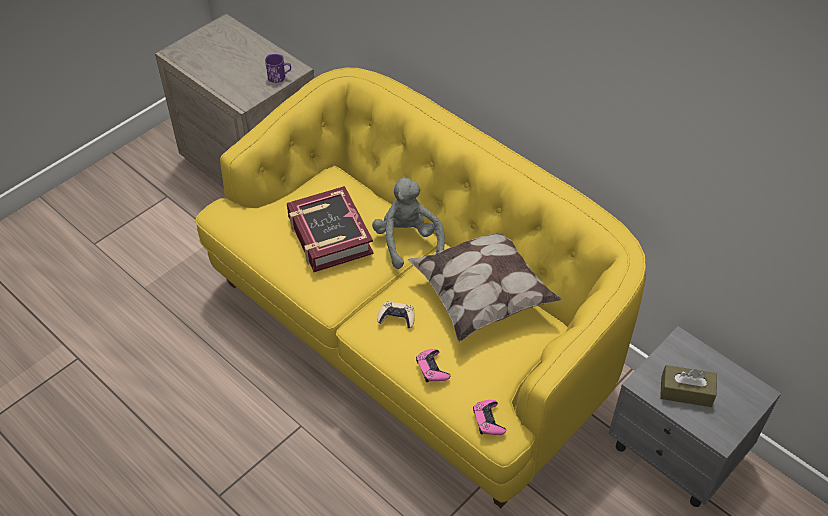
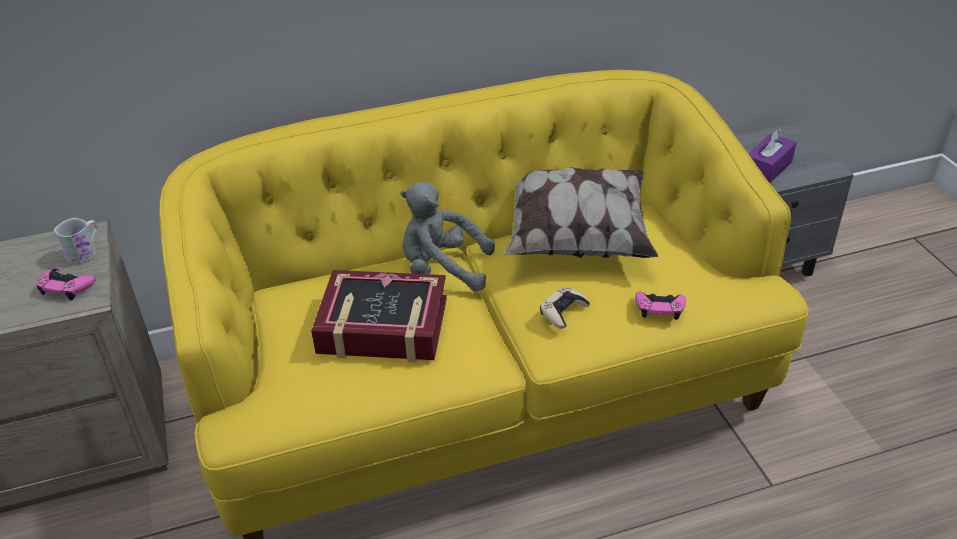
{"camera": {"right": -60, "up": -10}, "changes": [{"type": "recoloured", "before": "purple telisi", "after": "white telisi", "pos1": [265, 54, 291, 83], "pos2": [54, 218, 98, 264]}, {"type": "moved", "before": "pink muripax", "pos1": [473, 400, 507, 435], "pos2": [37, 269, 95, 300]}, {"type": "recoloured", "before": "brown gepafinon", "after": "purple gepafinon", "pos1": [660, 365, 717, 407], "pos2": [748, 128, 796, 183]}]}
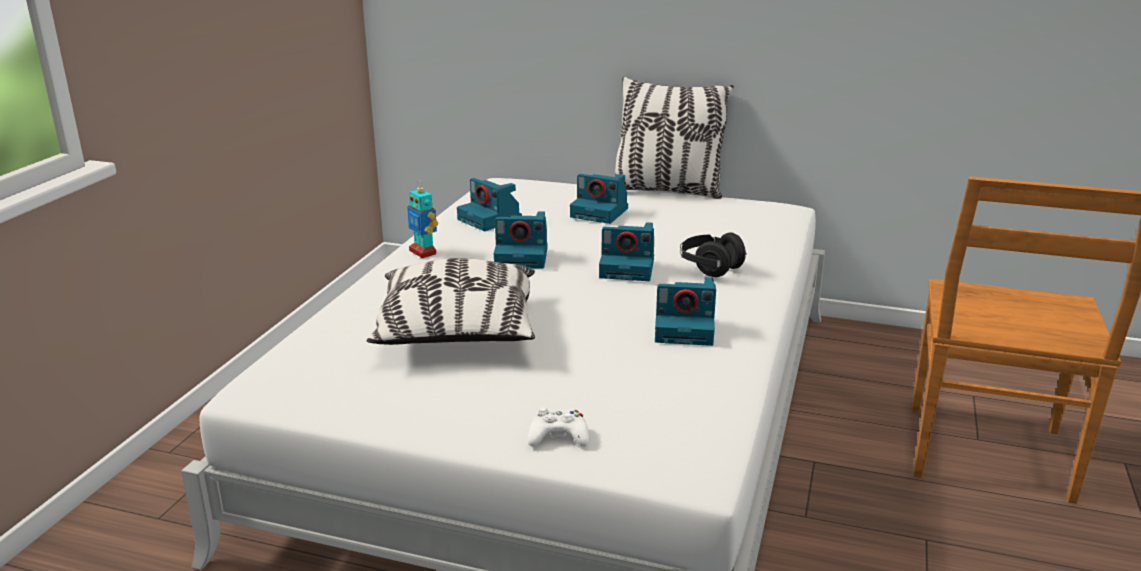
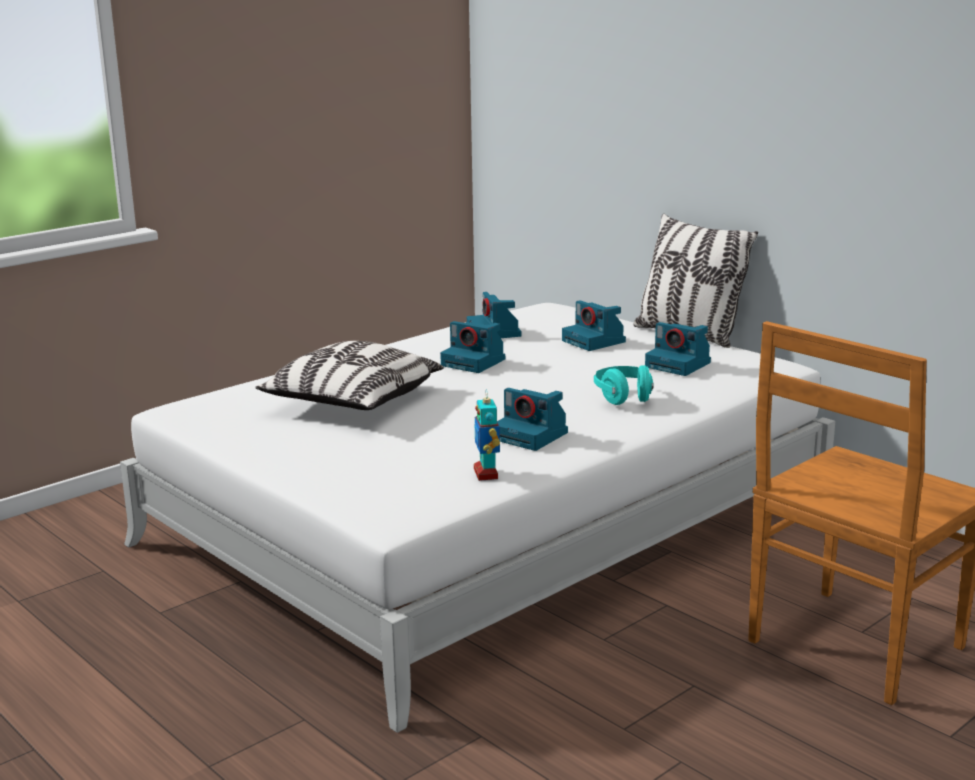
{"camera": {"right": 30, "up": -5}, "changes": [{"type": "moved", "before": "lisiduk", "pos1": [407, 181, 438, 258], "pos2": [474, 389, 500, 481]}, {"type": "removed", "before": "white muripax", "pos1": [528, 407, 589, 446]}, {"type": "moved", "before": "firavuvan", "pos1": [599, 222, 654, 281], "pos2": [645, 322, 711, 376]}, {"type": "recoloured", "before": "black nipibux", "after": "turquoise nipibux", "pos1": [680, 232, 747, 277], "pos2": [594, 365, 653, 405]}]}
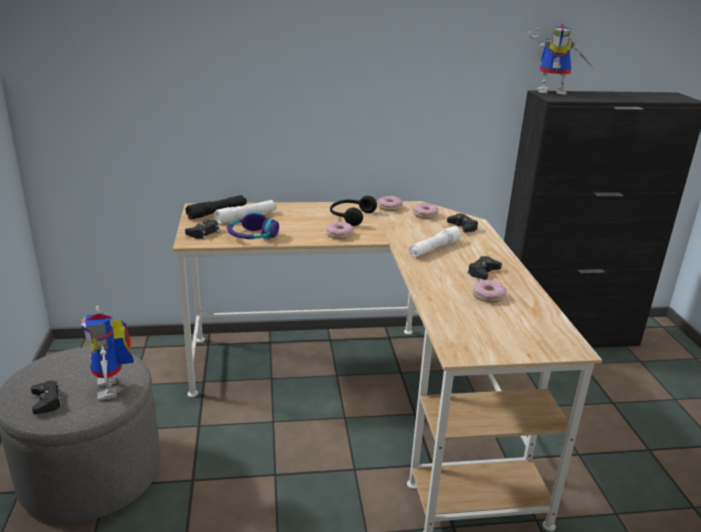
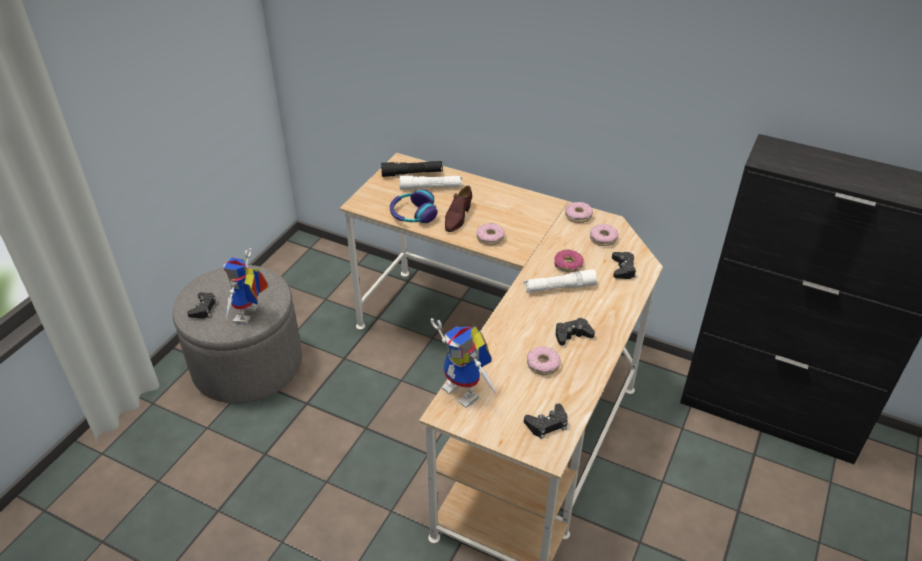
{"camera": {"right": 35, "up": 15}, "changes": [{"type": "moved", "before": "black muripax", "pos1": [185, 220, 219, 239], "pos2": [524, 404, 568, 439]}, {"type": "removed", "before": "black nipibux", "pos1": [330, 196, 377, 226]}, {"type": "moved", "before": "lisiduk", "pos1": [529, 23, 593, 95], "pos2": [431, 318, 496, 408]}, {"type": "added", "after": "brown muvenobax", "pos2": [445, 185, 472, 232]}, {"type": "added", "after": "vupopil", "pos2": [554, 249, 584, 272]}]}
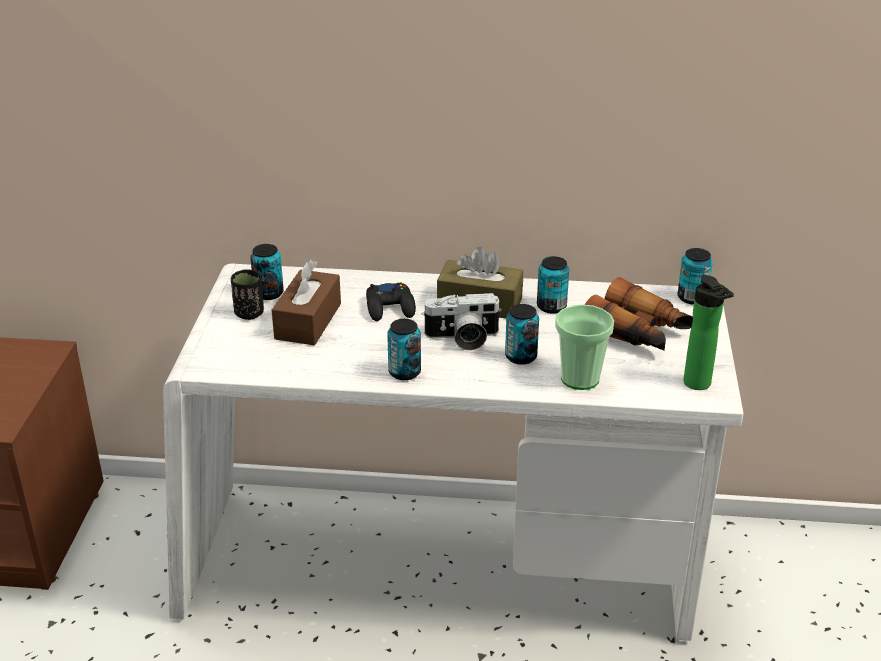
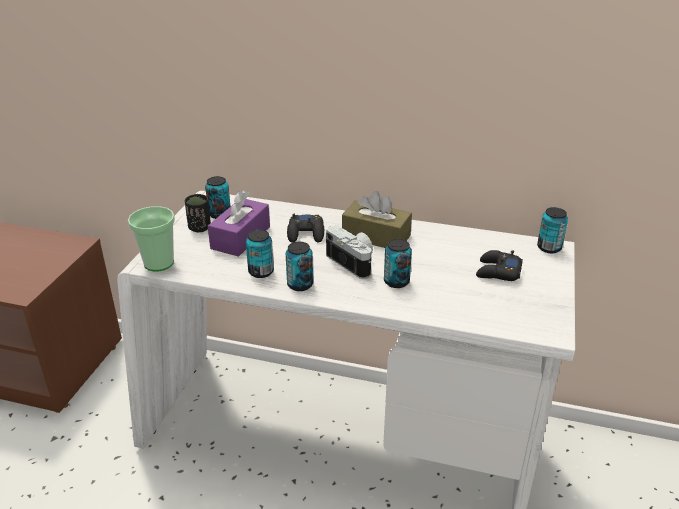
{"camera": {"right": 10, "up": 0}, "changes": [{"type": "recoloured", "before": "brown gepafinon", "after": "purple gepafinon", "pos1": [272, 260, 341, 345], "pos2": [208, 190, 270, 257]}, {"type": "turned", "before": "firavuvan", "pos1": [422, 293, 502, 350], "pos2": [326, 225, 373, 279], "turn": -135}, {"type": "moved", "before": "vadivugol", "pos1": [537, 256, 569, 314], "pos2": [246, 230, 274, 278]}, {"type": "moved", "before": "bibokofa", "pos1": [555, 305, 614, 390], "pos2": [128, 206, 175, 271]}, {"type": "replaced", "before": "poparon", "after": "black muripax", "pos1": [585, 277, 693, 351], "pos2": [476, 250, 523, 281]}, {"type": "removed", "before": "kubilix", "pos1": [683, 275, 734, 390]}]}
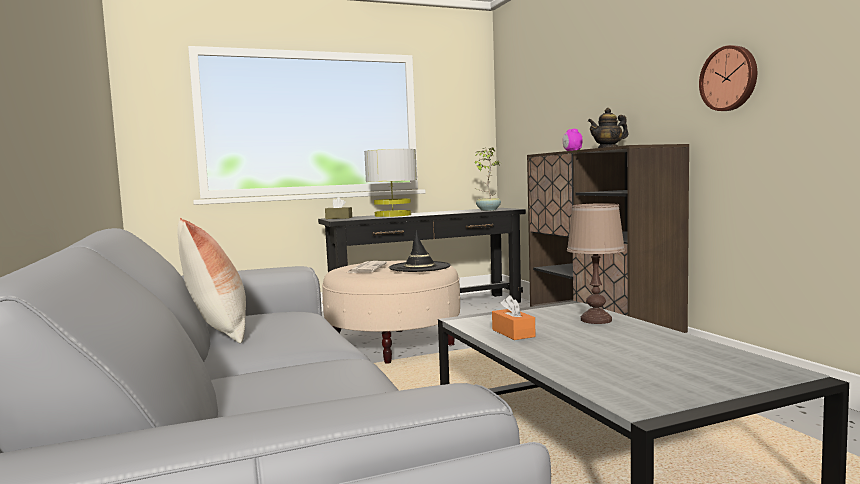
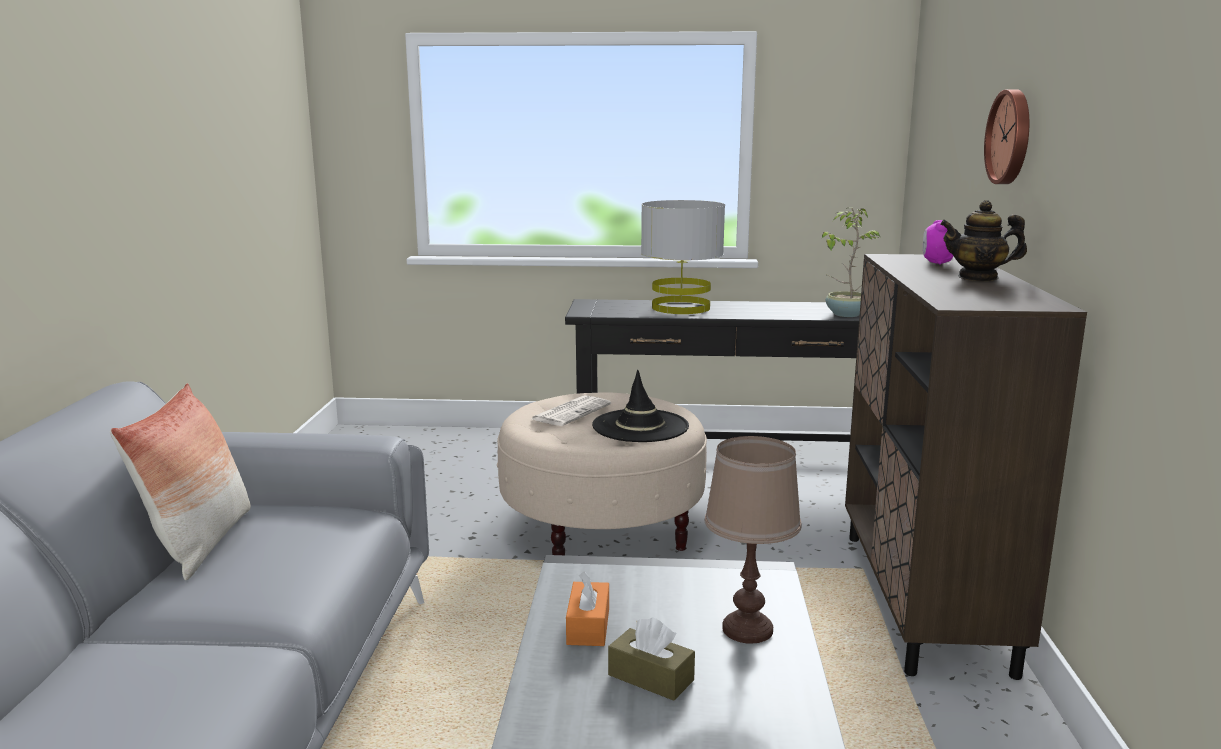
{"camera": {"right": 25, "up": 10}, "changes": [{"type": "moved", "before": "brown gepafinon", "pos1": [325, 198, 352, 219], "pos2": [608, 617, 695, 701]}, {"type": "moved", "before": "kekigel", "pos1": [699, 45, 757, 111], "pos2": [984, 89, 1029, 184]}]}
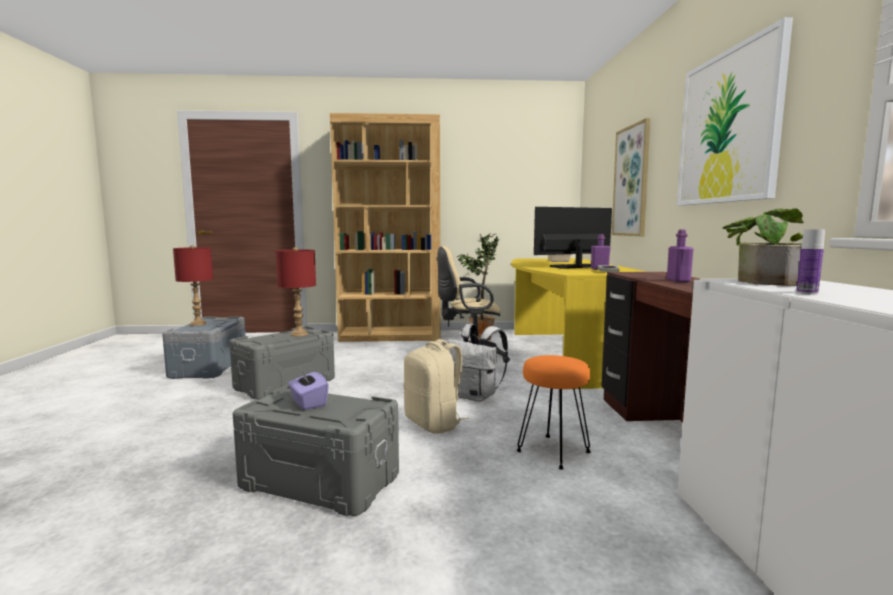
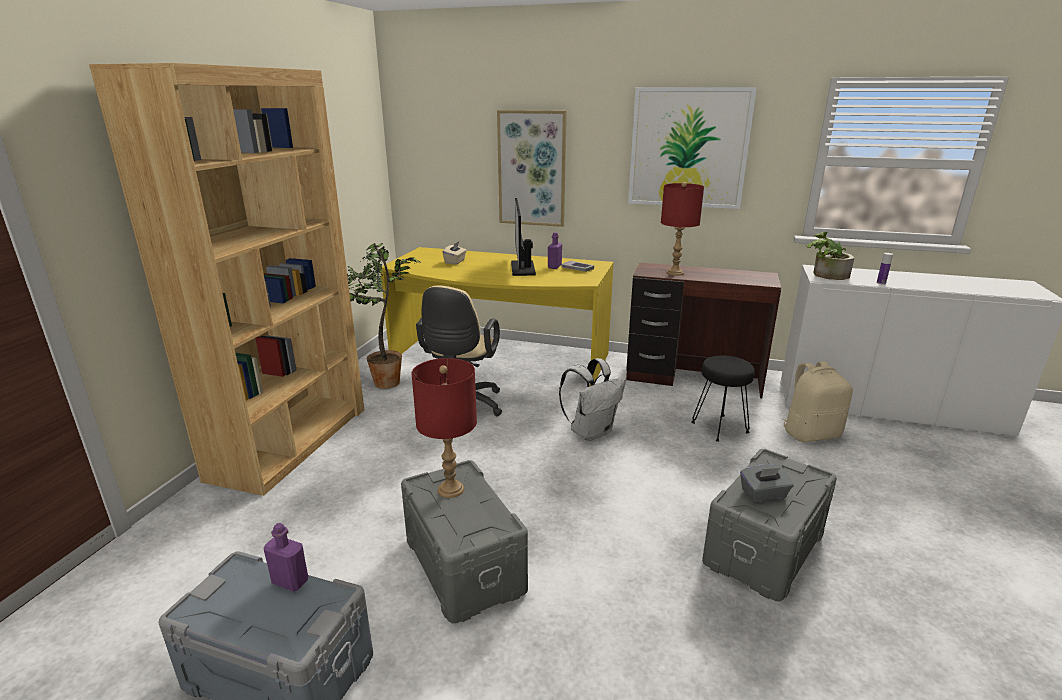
{"camera": {"right": -70, "up": 15}, "changes": [{"type": "moved", "before": "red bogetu", "pos1": [173, 245, 213, 326], "pos2": [661, 182, 704, 276]}, {"type": "recoloured", "before": "purple gepafinon", "after": "grey gepafinon", "pos1": [288, 369, 329, 410], "pos2": [740, 464, 794, 502]}, {"type": "moved", "before": "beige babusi", "pos1": [404, 339, 469, 434], "pos2": [782, 361, 853, 442]}, {"type": "recoloured", "before": "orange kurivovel", "after": "black kurivovel", "pos1": [516, 355, 591, 470], "pos2": [691, 356, 755, 442]}, {"type": "moved", "before": "purple kubilix", "pos1": [667, 229, 693, 282], "pos2": [264, 523, 308, 592]}]}
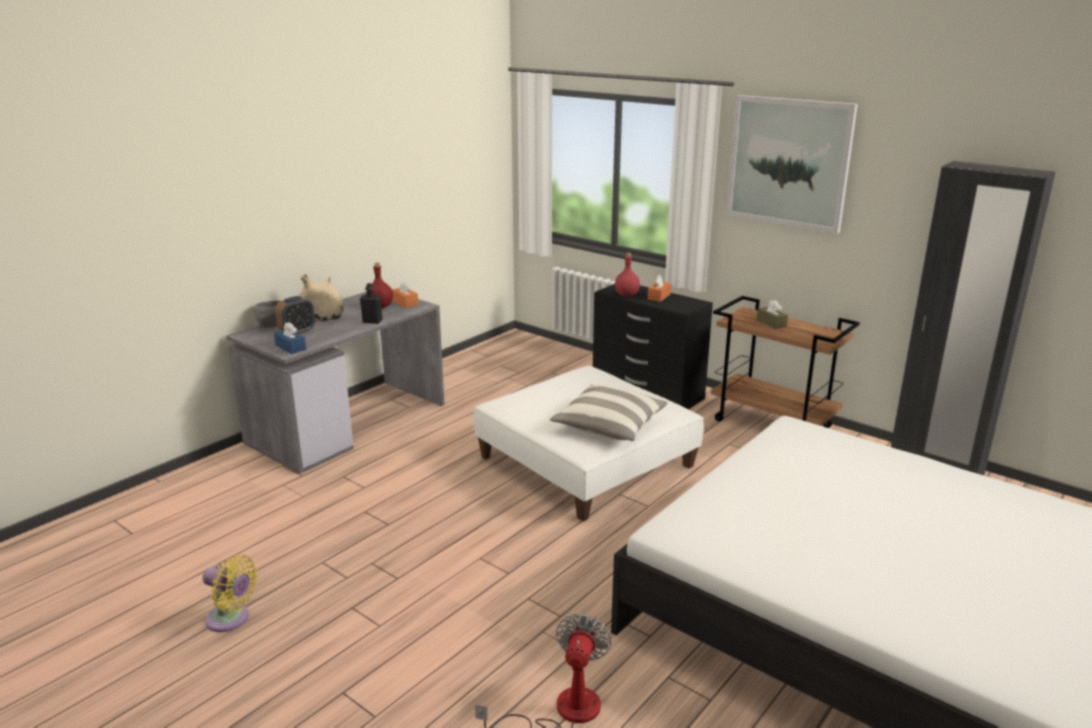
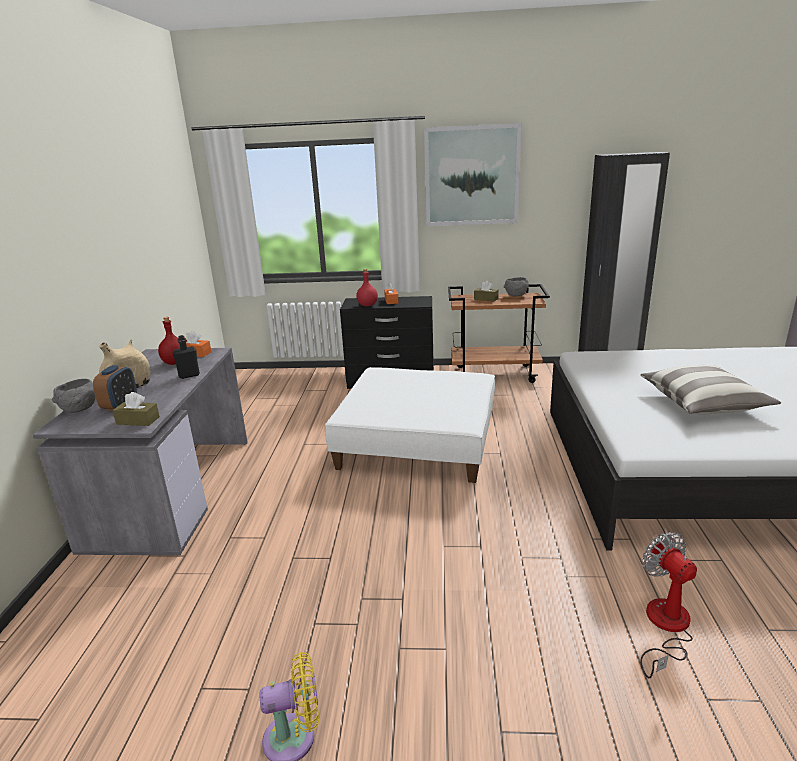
{"camera": {"right": -35, "up": 0}, "changes": [{"type": "recoloured", "before": "blue gepafinon", "after": "brown gepafinon", "pos1": [274, 322, 306, 354], "pos2": [112, 392, 160, 426]}, {"type": "moved", "before": "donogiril", "pos1": [550, 385, 668, 441], "pos2": [640, 365, 781, 415]}, {"type": "added", "after": "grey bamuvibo", "pos2": [504, 277, 529, 296]}]}
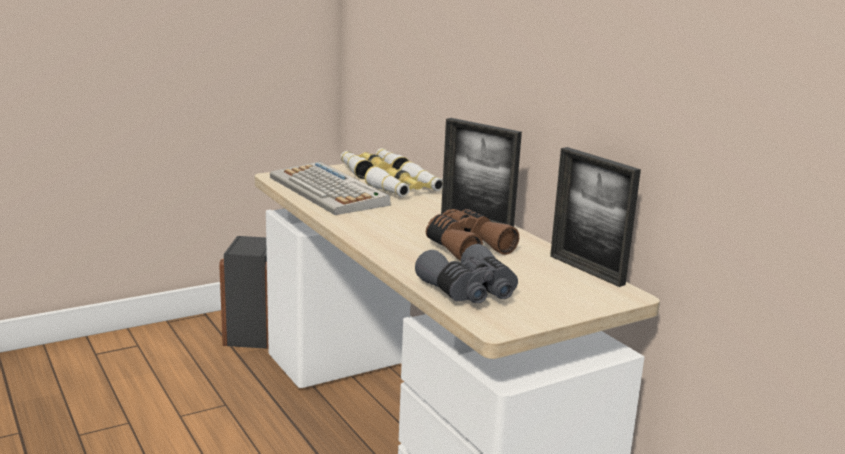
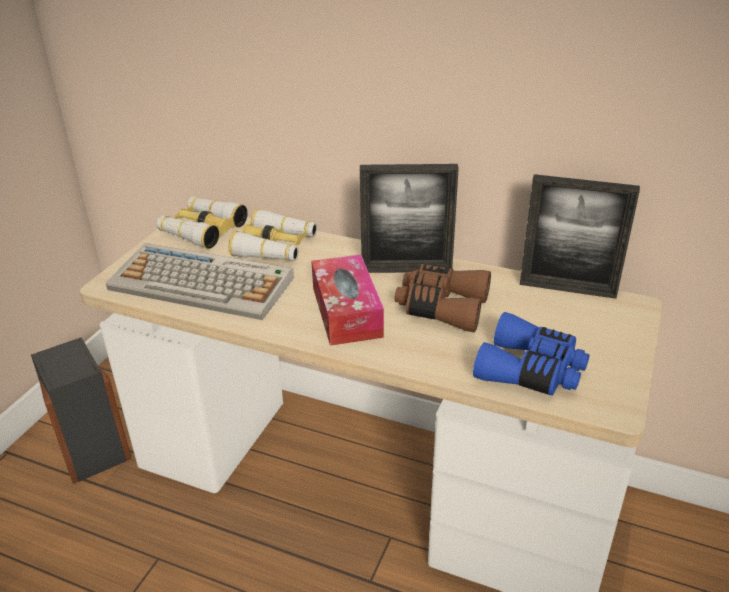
{"camera": {"right": -35, "up": 15}, "changes": [{"type": "recoloured", "before": "grey poparon", "after": "blue poparon", "pos1": [415, 244, 518, 303], "pos2": [473, 312, 590, 396]}, {"type": "added", "after": "gepafinon", "pos2": [311, 255, 384, 346]}]}
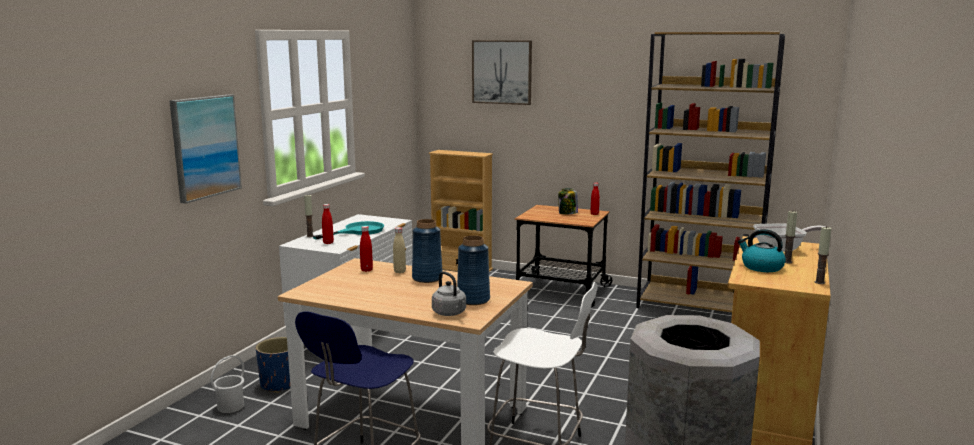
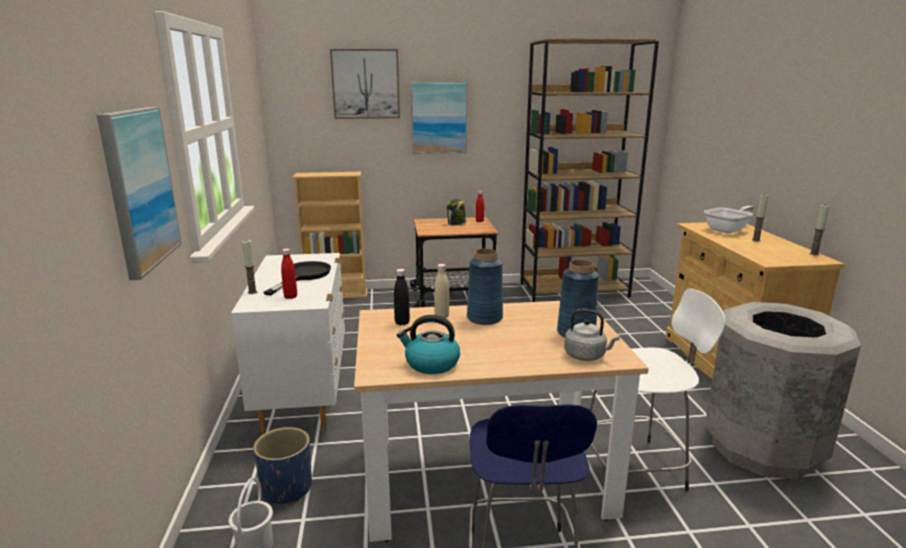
{"camera": {"right": -30, "up": 5}, "changes": [{"type": "recoloured", "before": "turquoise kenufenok", "after": "black kenufenok", "pos1": [312, 221, 384, 240], "pos2": [263, 261, 331, 295]}, {"type": "recoloured", "before": "red kubilix", "after": "black kubilix", "pos1": [360, 226, 373, 272], "pos2": [394, 269, 410, 325]}, {"type": "moved", "before": "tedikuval", "pos1": [738, 229, 786, 272], "pos2": [397, 315, 460, 374]}, {"type": "added", "after": "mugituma", "pos2": [411, 82, 467, 154]}]}
